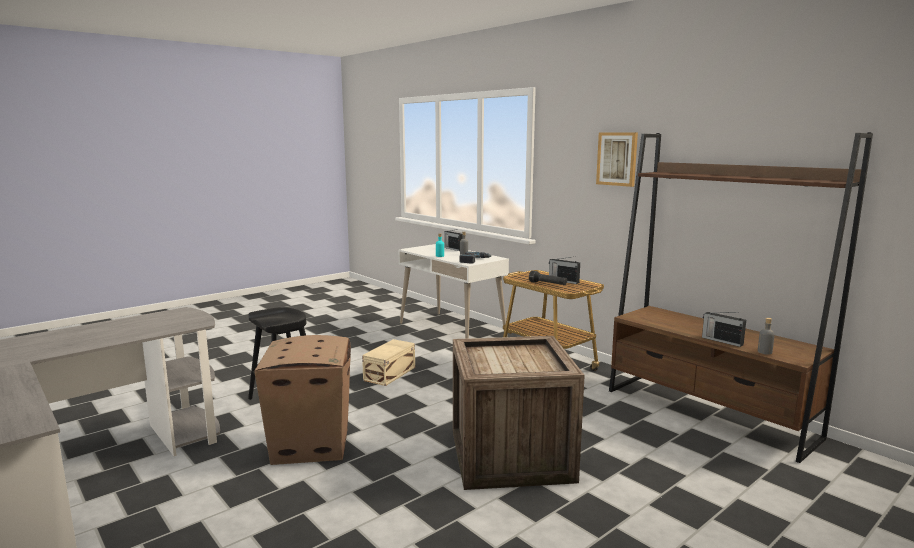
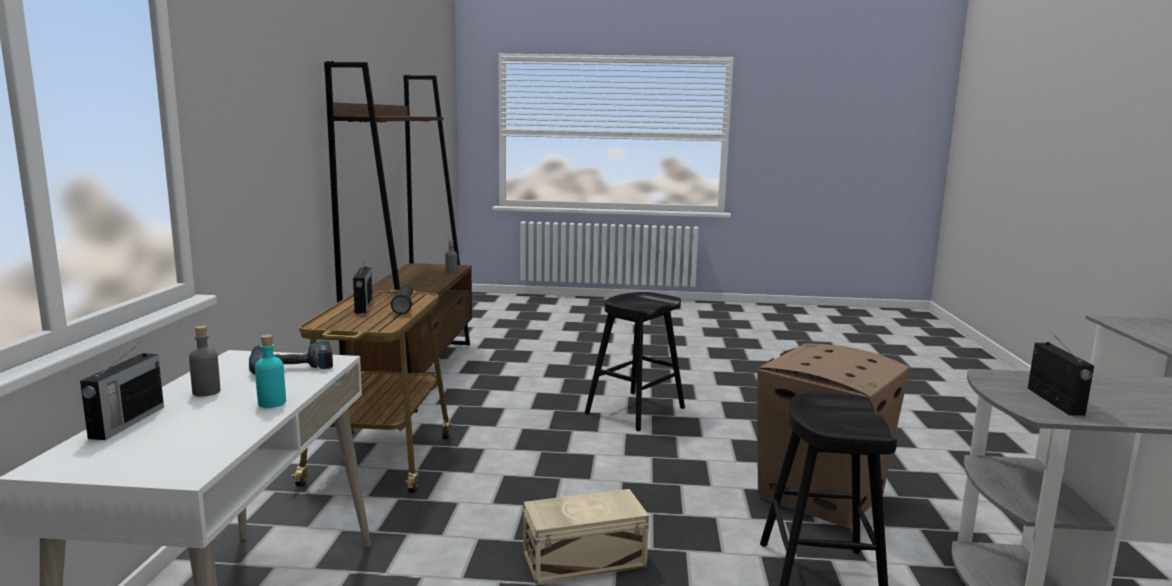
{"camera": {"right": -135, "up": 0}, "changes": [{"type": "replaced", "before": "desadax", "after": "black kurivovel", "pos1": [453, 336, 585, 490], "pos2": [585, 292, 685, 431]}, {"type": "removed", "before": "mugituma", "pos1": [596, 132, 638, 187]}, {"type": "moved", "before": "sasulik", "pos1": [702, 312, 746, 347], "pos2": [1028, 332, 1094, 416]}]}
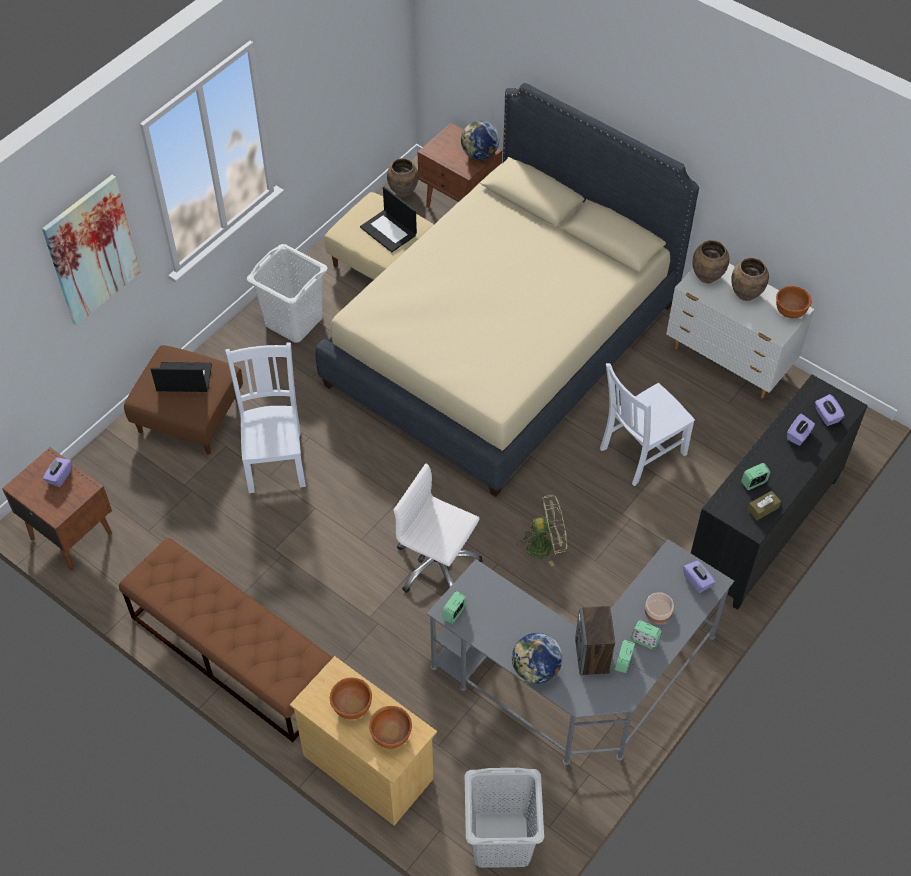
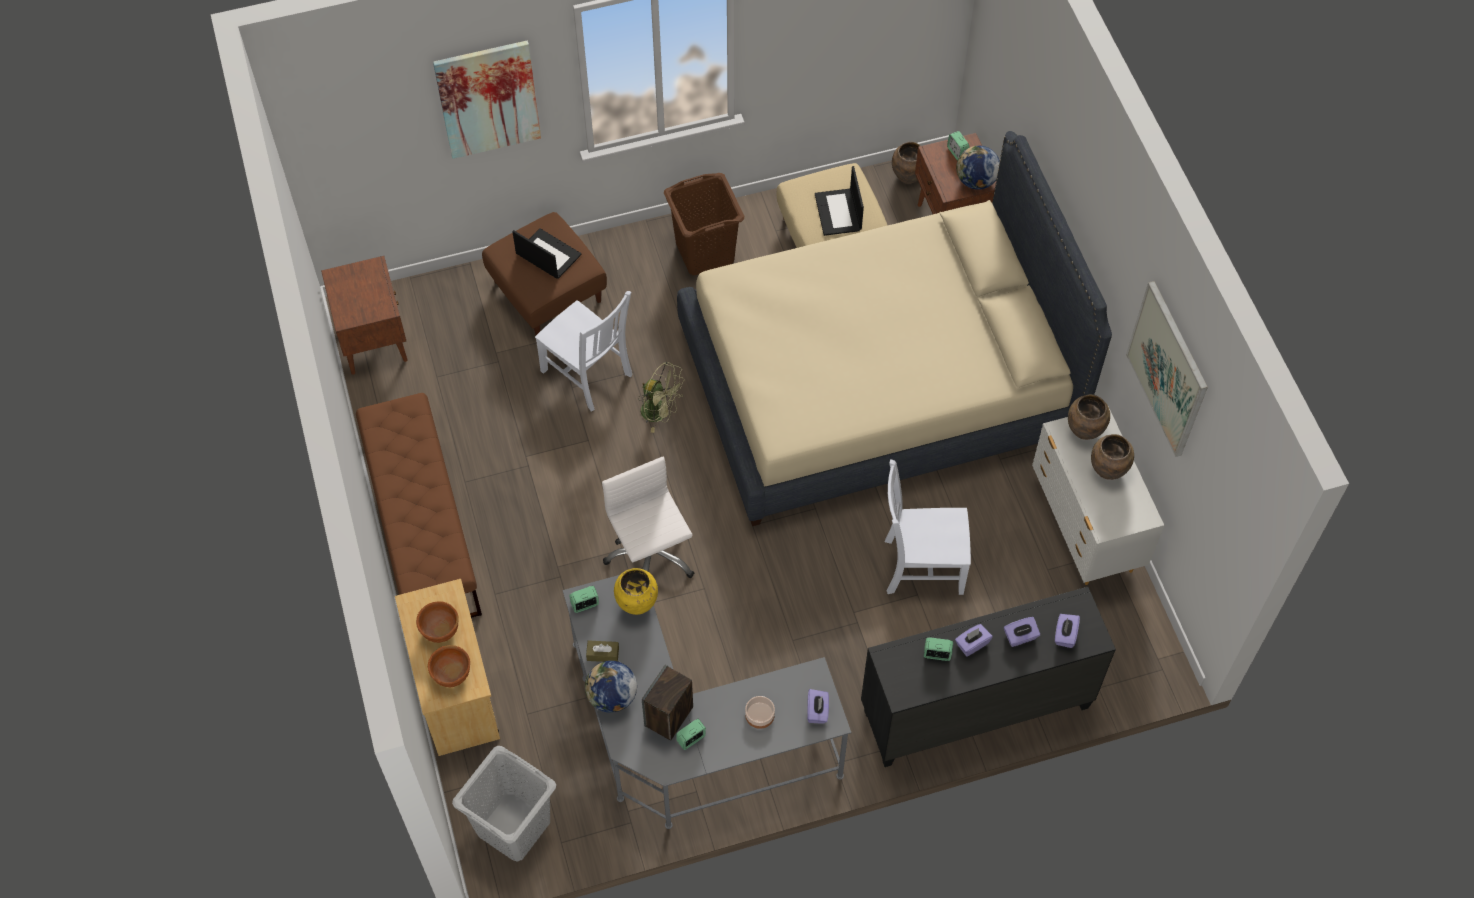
{"camera": {"right": 35, "up": 5}, "changes": [{"type": "moved", "before": "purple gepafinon", "pos1": [43, 457, 72, 487], "pos2": [955, 624, 993, 656]}, {"type": "turned", "before": "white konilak", "pos1": [225, 342, 306, 493], "pos2": [535, 291, 632, 412], "turn": 105}, {"type": "recoloured", "before": "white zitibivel", "after": "brown zitibivel", "pos1": [247, 244, 327, 343], "pos2": [664, 173, 744, 275]}, {"type": "moved", "before": "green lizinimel", "pos1": [517, 495, 567, 566], "pos2": [638, 362, 685, 433]}, {"type": "moved", "before": "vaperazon", "pos1": [631, 620, 662, 650], "pos2": [947, 131, 969, 161]}, {"type": "moved", "before": "brown gepafinon", "pos1": [747, 491, 781, 520], "pos2": [586, 640, 619, 662]}, {"type": "removed", "before": "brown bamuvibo", "pos1": [776, 286, 811, 318]}, {"type": "added", "after": "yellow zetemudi", "pos2": [614, 568, 658, 615]}, {"type": "added", "after": "mugituma", "pos2": [1126, 281, 1208, 457]}]}
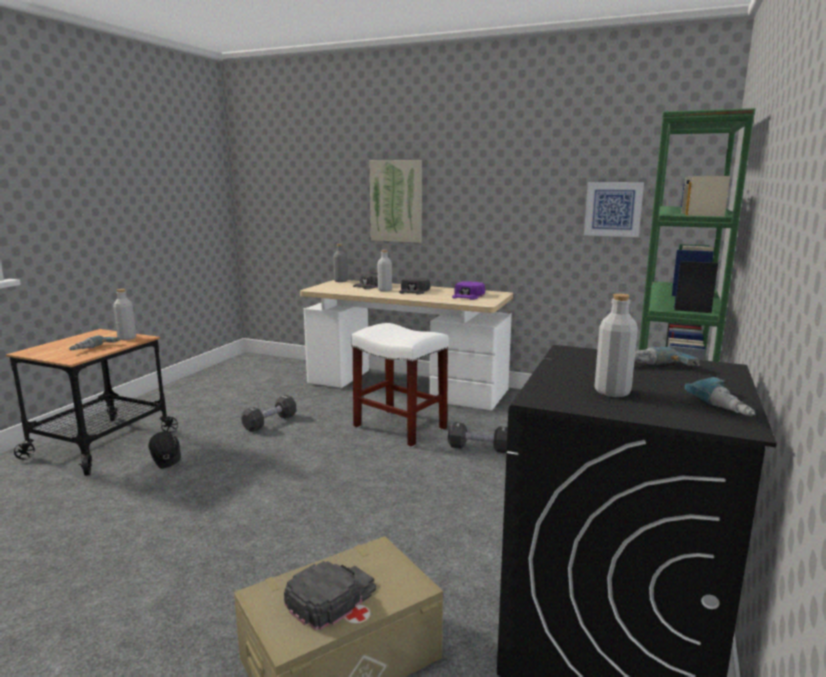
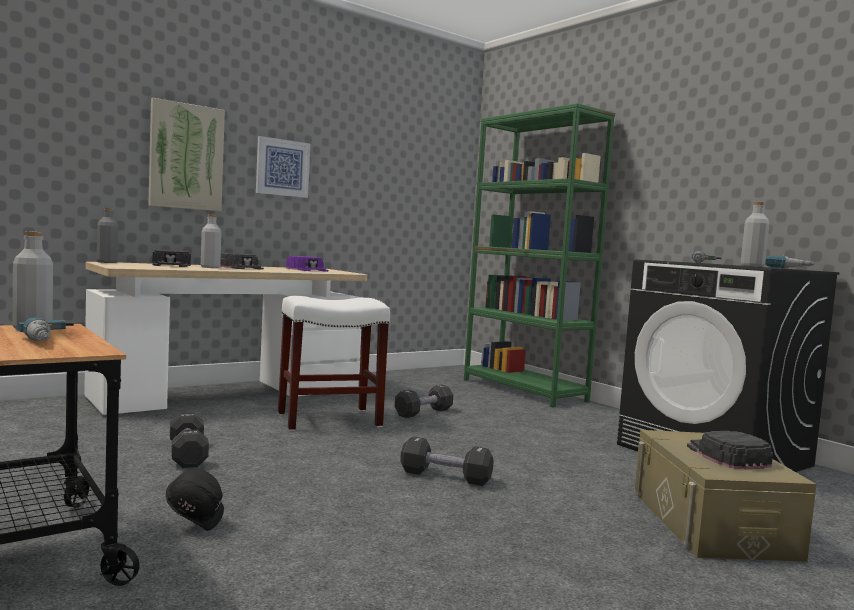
{"camera": {"right": -60, "up": -10}, "changes": [{"type": "moved", "before": "mugituma", "pos1": [584, 182, 644, 237], "pos2": [256, 136, 310, 198]}, {"type": "added", "after": "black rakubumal", "pos2": [400, 437, 494, 486]}]}
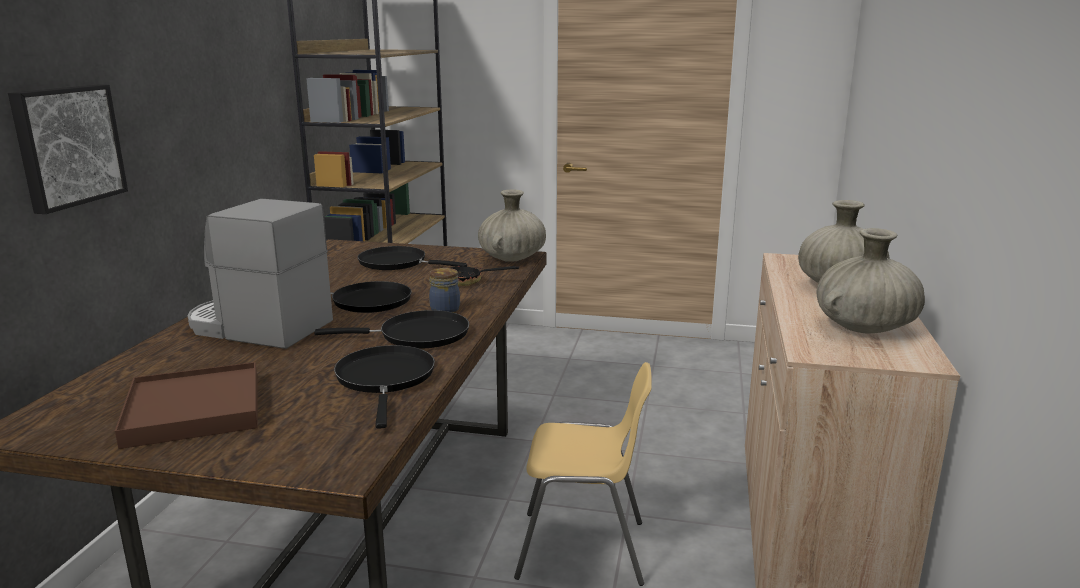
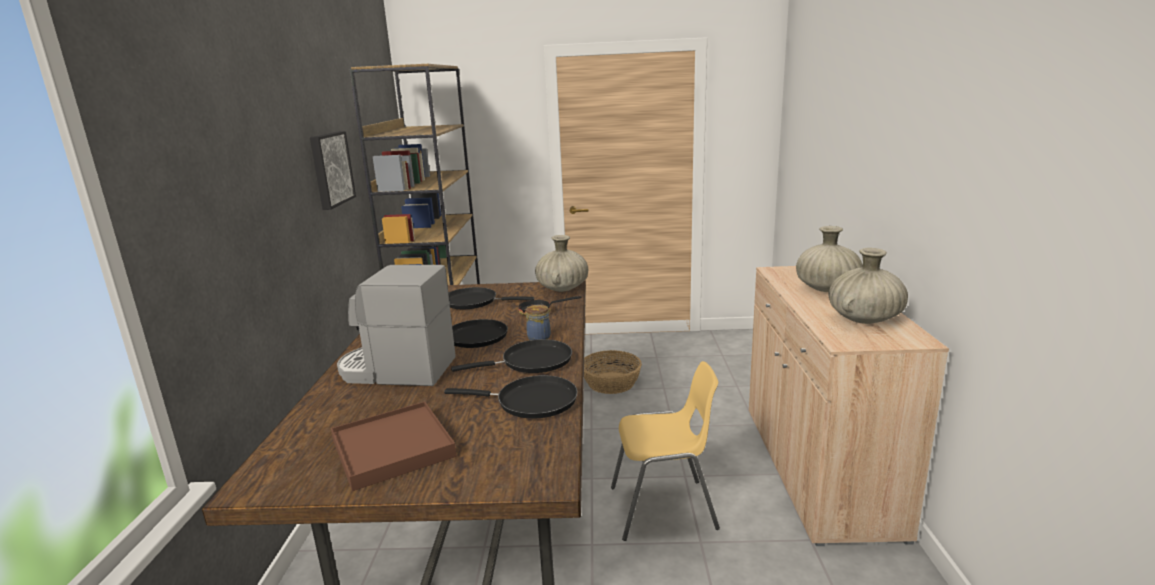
{"camera": {"right": -10, "up": 0}, "changes": [{"type": "moved", "before": "mugituma", "pos1": [8, 84, 128, 214], "pos2": [310, 131, 356, 210]}, {"type": "turned", "before": "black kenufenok", "pos1": [334, 345, 435, 429], "pos2": [444, 375, 578, 419], "turn": 120}, {"type": "added", "after": "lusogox", "pos2": [584, 350, 642, 394]}]}
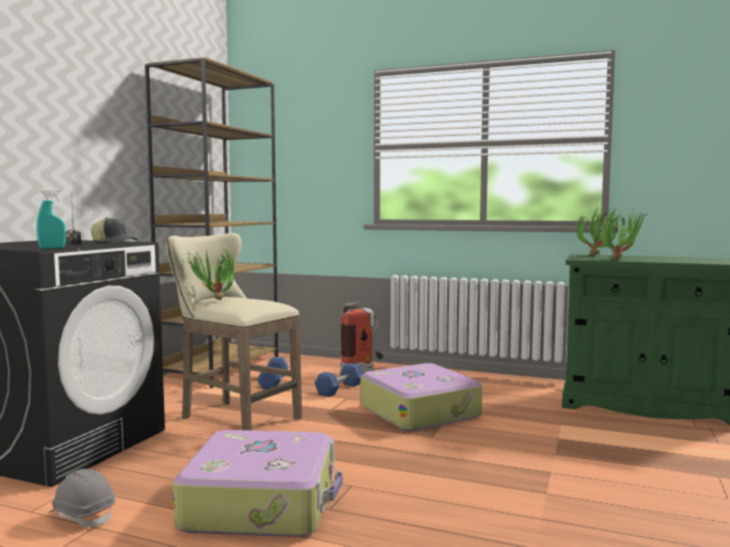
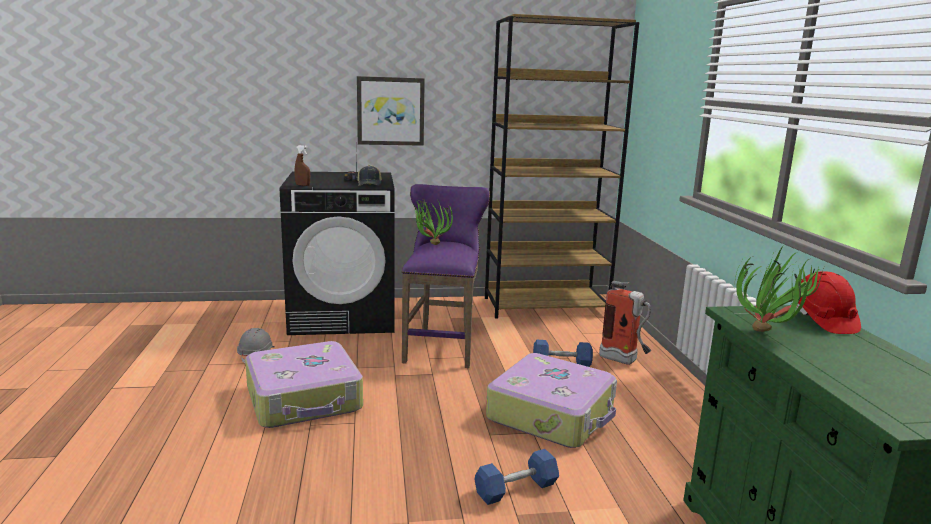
{"camera": {"right": 60, "up": 10}, "changes": [{"type": "recoloured", "before": "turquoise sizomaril", "after": "brown sizomaril", "pos1": [36, 188, 66, 249], "pos2": [295, 145, 310, 186]}, {"type": "recoloured", "before": "beige kurivovel", "after": "purple kurivovel", "pos1": [166, 233, 302, 430], "pos2": [402, 184, 490, 368]}, {"type": "moved", "before": "blue rakubumal", "pos1": [257, 357, 289, 390], "pos2": [474, 449, 559, 505]}, {"type": "replaced", "before": "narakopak", "after": "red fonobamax", "pos1": [576, 207, 621, 255], "pos2": [796, 271, 861, 334]}, {"type": "added", "after": "mugituma", "pos2": [357, 76, 425, 146]}]}
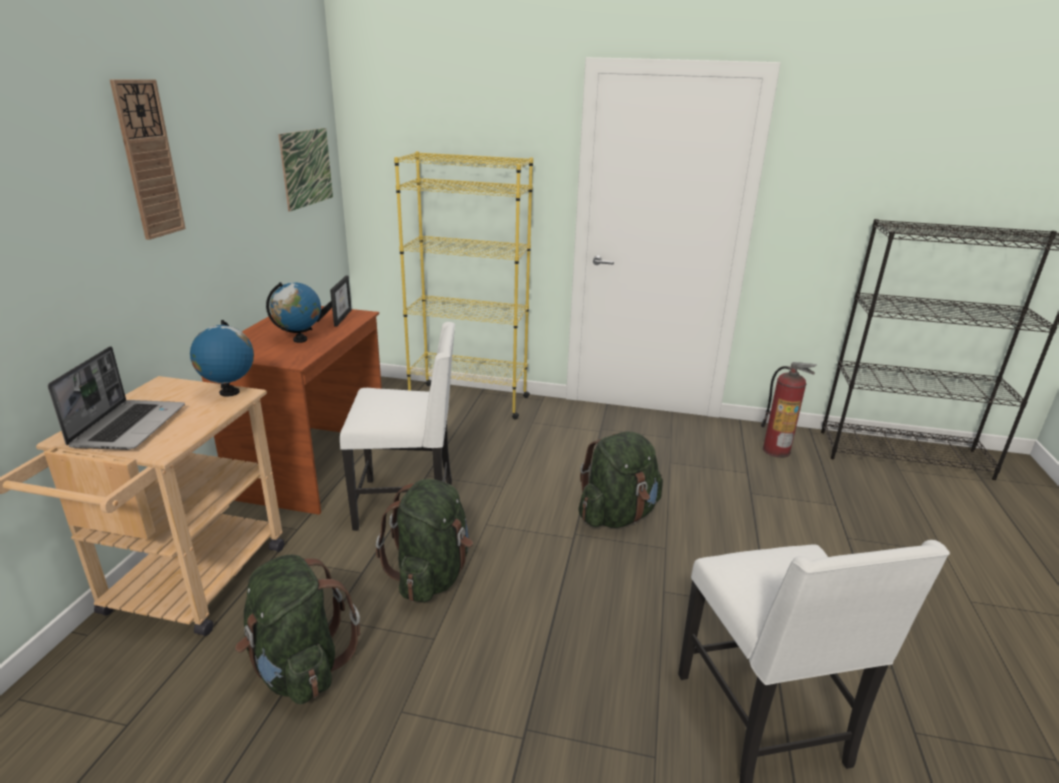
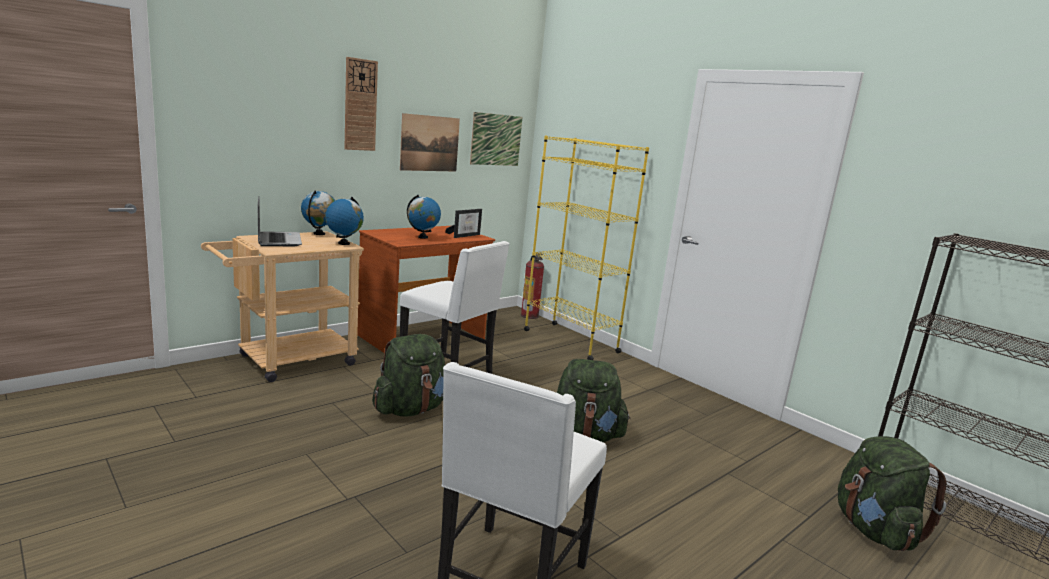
{"camera": {"right": 35, "up": -10}, "changes": [{"type": "turned", "before": "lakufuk", "pos1": [48, 346, 185, 450], "pos2": [258, 197, 302, 246], "turn": -60}, {"type": "moved", "before": "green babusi", "pos1": [235, 555, 360, 704], "pos2": [838, 436, 947, 551]}, {"type": "moved", "before": "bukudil", "pos1": [761, 362, 817, 458], "pos2": [521, 253, 544, 319]}, {"type": "added", "after": "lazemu", "pos2": [301, 190, 335, 235]}, {"type": "added", "after": "mugituma", "pos2": [400, 113, 460, 172]}]}
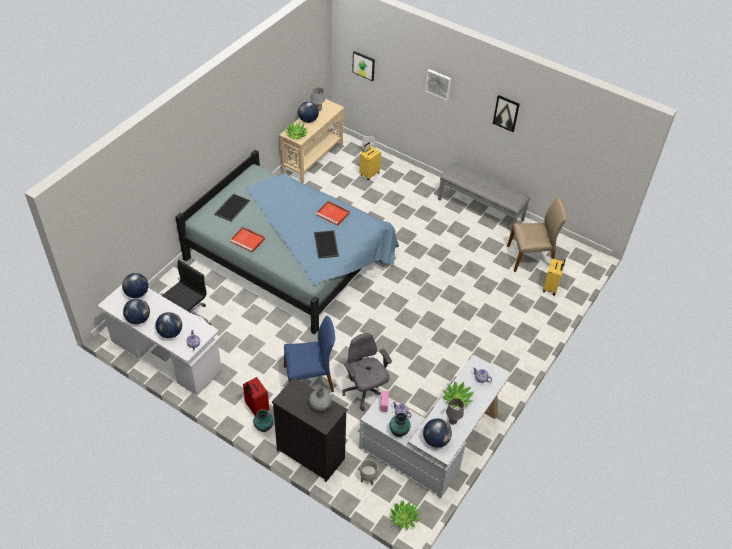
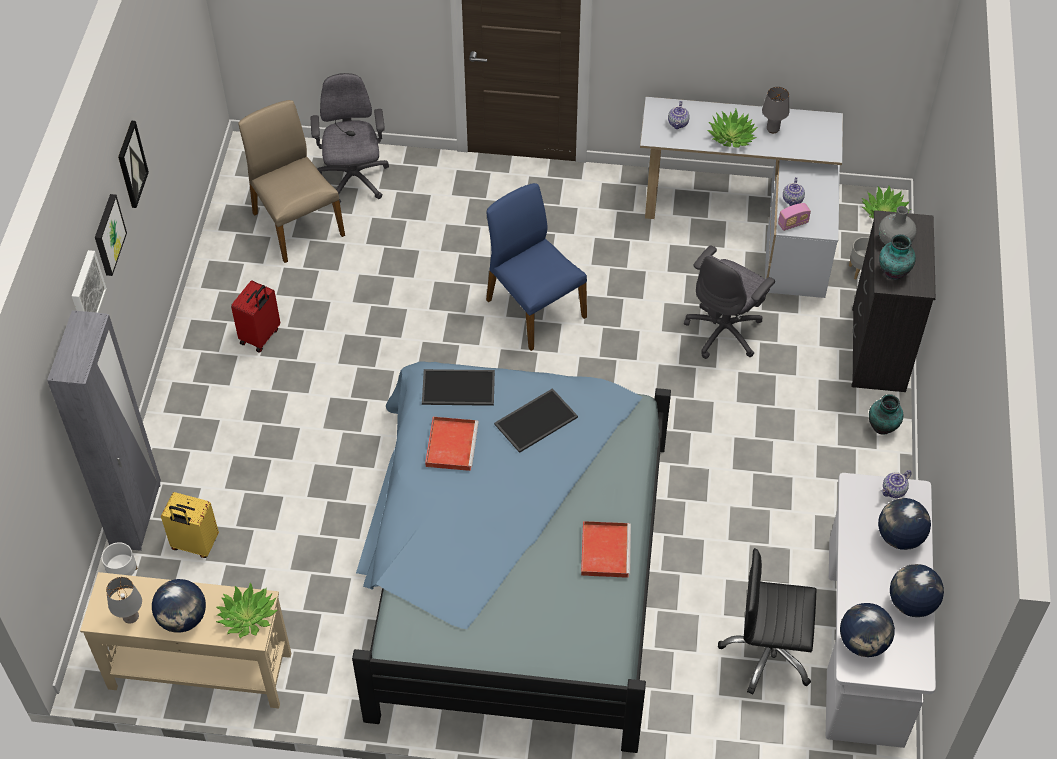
{"camera": {"right": -115, "up": 5}, "changes": [{"type": "moved", "before": "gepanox", "pos1": [214, 193, 250, 222], "pos2": [422, 369, 495, 406]}, {"type": "moved", "before": "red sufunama", "pos1": [243, 377, 269, 416], "pos2": [231, 280, 280, 352]}, {"type": "moved", "before": "blue konilak", "pos1": [284, 316, 335, 392], "pos2": [486, 183, 587, 351]}, {"type": "moved", "before": "mugituma", "pos1": [352, 51, 375, 81], "pos2": [95, 194, 127, 276]}, {"type": "moved", "before": "zetemudi", "pos1": [390, 413, 411, 437], "pos2": [879, 234, 916, 280]}, {"type": "removed", "before": "lazemu", "pos1": [423, 419, 452, 448]}, {"type": "removed", "before": "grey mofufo", "pos1": [438, 163, 530, 234]}, {"type": "replaced", "before": "yellow sufunama", "after": "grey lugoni", "pos1": [543, 258, 566, 295], "pos2": [311, 73, 389, 203]}, {"type": "added", "after": "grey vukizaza", "pos2": [47, 310, 161, 551]}]}
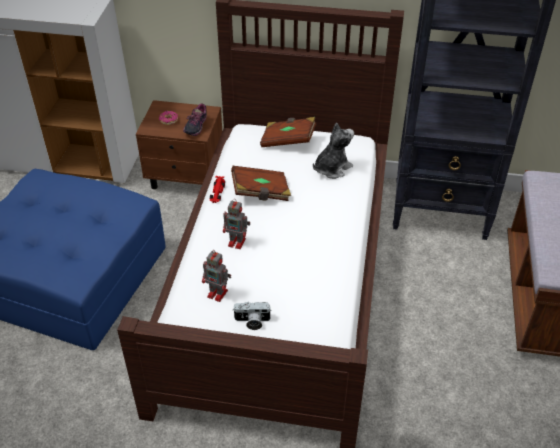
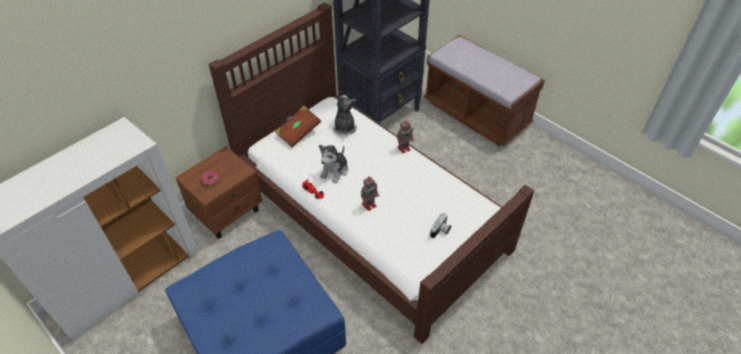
{"camera": {"right": -55, "up": 5}, "changes": [{"type": "removed", "before": "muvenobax", "pos1": [183, 103, 207, 136]}, {"type": "moved", "before": "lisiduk", "pos1": [202, 250, 231, 302], "pos2": [397, 119, 414, 153]}, {"type": "replaced", "before": "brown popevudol", "after": "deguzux", "pos1": [231, 166, 291, 201], "pos2": [319, 145, 348, 183]}]}
